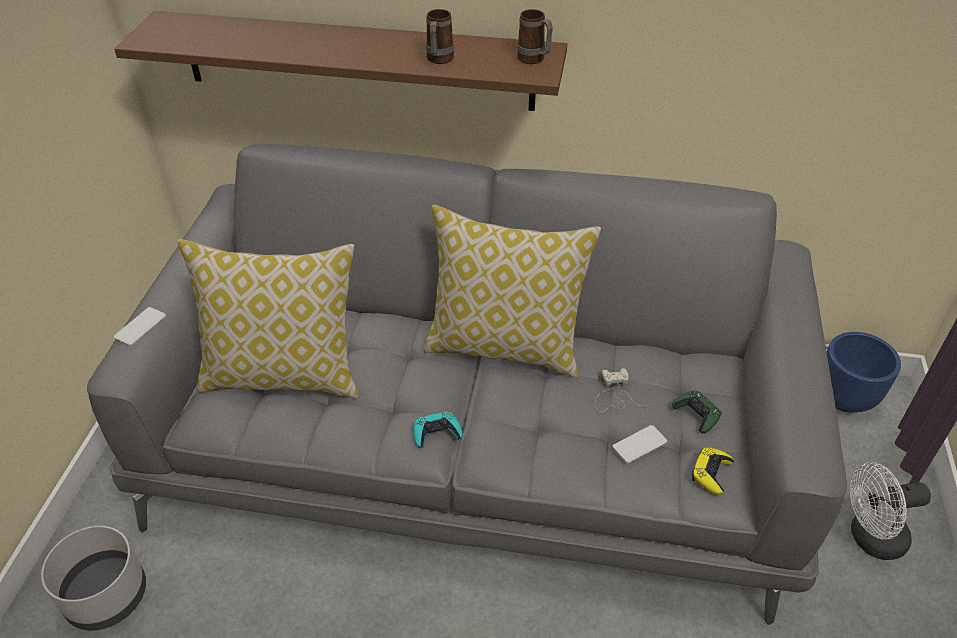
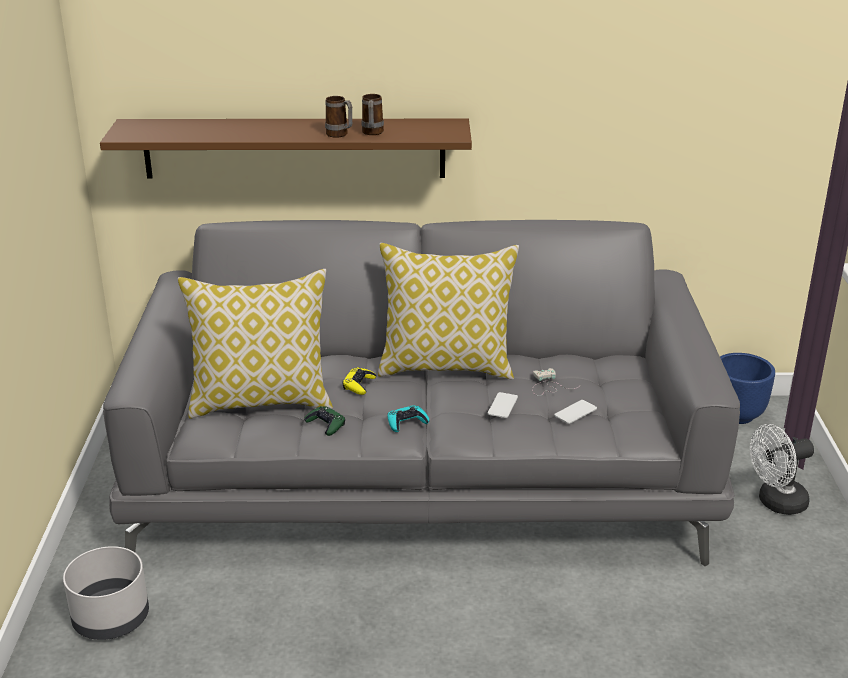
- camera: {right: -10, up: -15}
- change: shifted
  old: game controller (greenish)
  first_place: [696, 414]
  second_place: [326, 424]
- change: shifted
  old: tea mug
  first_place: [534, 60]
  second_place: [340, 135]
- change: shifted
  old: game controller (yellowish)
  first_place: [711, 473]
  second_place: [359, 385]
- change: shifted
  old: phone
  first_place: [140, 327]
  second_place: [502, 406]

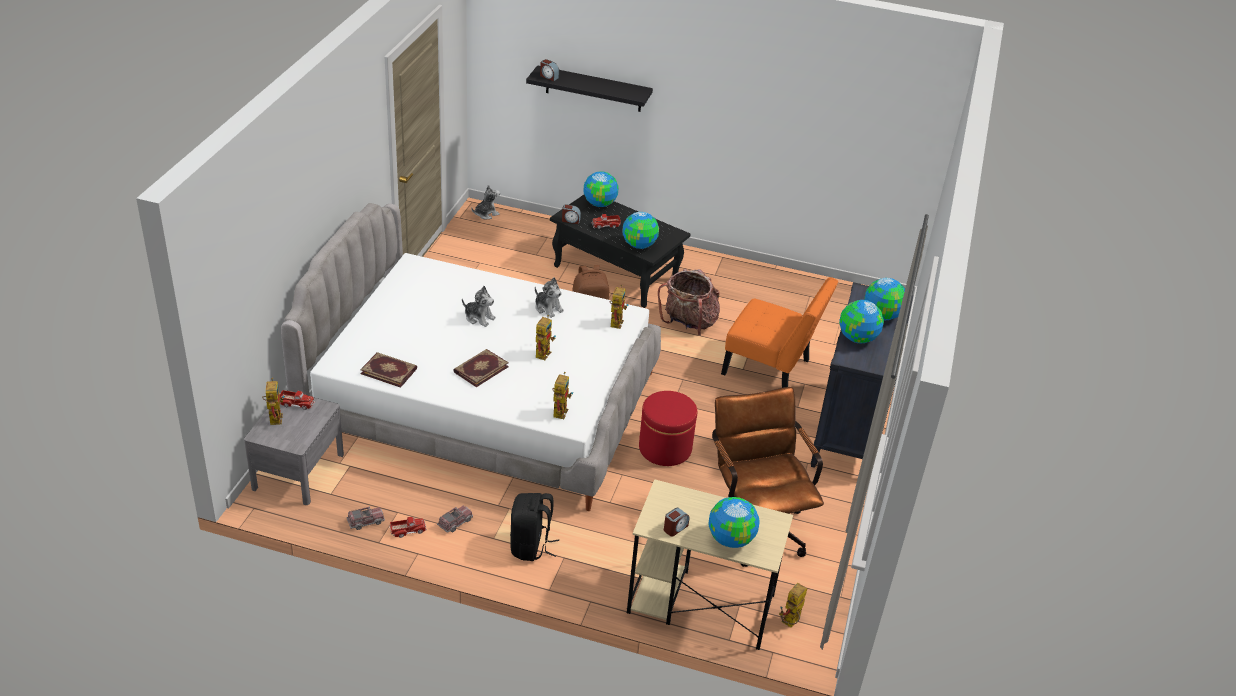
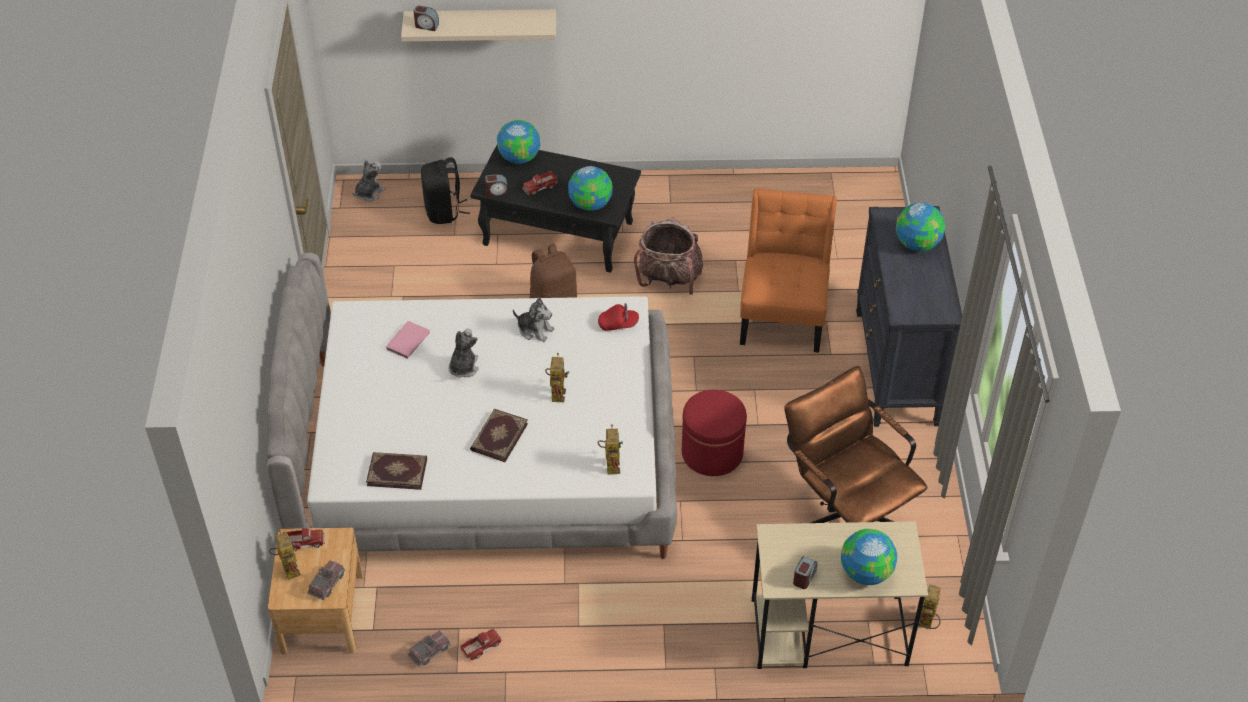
- camera: {right: -15, up: 10}
- change: repainted
  old: nightstand (grey)
  new: nightstand (brown-coloured)
  first_place: [298, 471]
  second_place: [322, 613]
- change: shifted
  old: model truck
  first_place: [455, 522]
  second_place: [327, 583]
- change: new
  new: book (pink-coloured)
  second_place: [406, 341]
- change: repainted
  old: bracket shelf (black-coloured)
  new: bracket shelf (beige-coloured)
  first_place: [593, 89]
  second_place: [480, 24]
- change: shifted
  old: rucksack (black-coloured)
  first_place: [531, 546]
  second_place: [444, 211]
- change: rotated
  old: soft toy
  first_place: [479, 318]
  second_place: [463, 367]
  degrees: -90
- change: swapped
  old: toy robot
  new: cap (red-coloured)
  first_place: [616, 321]
  second_place: [618, 324]
- change: rotated
  old: plain chair (orangey)
  first_place: [770, 369]
  second_place: [783, 314]
  degrees: -90
- change: gone
  old: desk globe
  first_place: [857, 338]

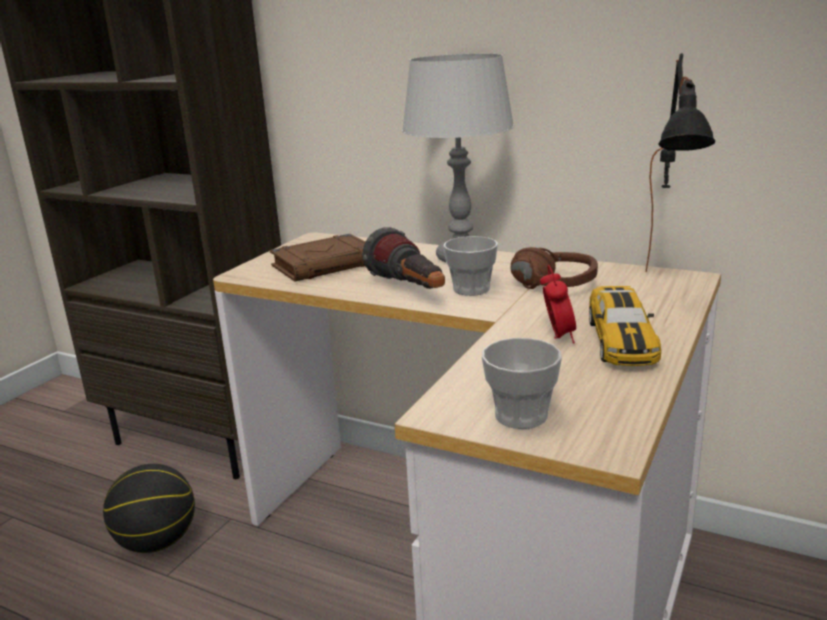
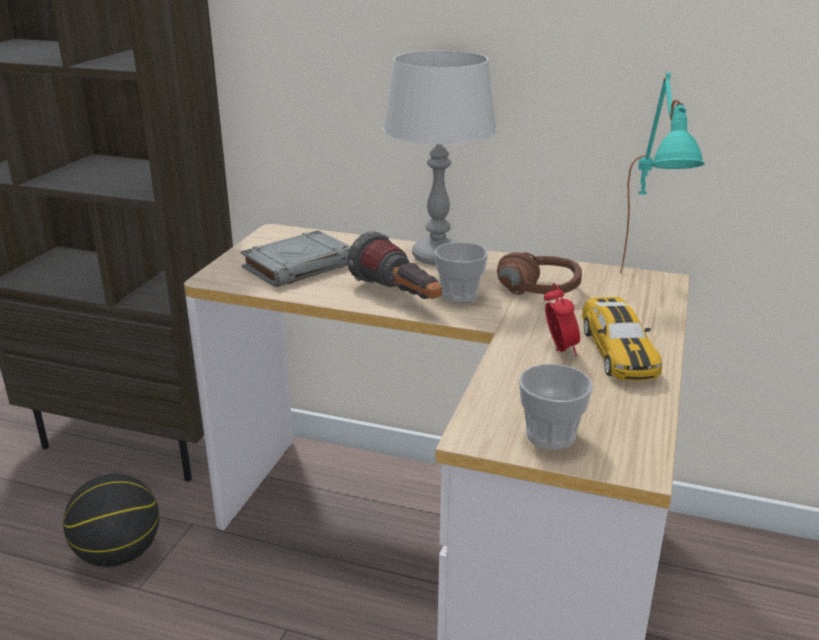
- camera: {right: -10, up: 5}
- change: repainted
  old: book (brown-coloured)
  new: book (grey)
  first_place: [325, 264]
  second_place: [299, 265]
- change: repainted
  old: lamp for a table (black-coloured)
  new: lamp for a table (turquoise-coloured)
  first_place: [667, 288]
  second_place: [645, 292]

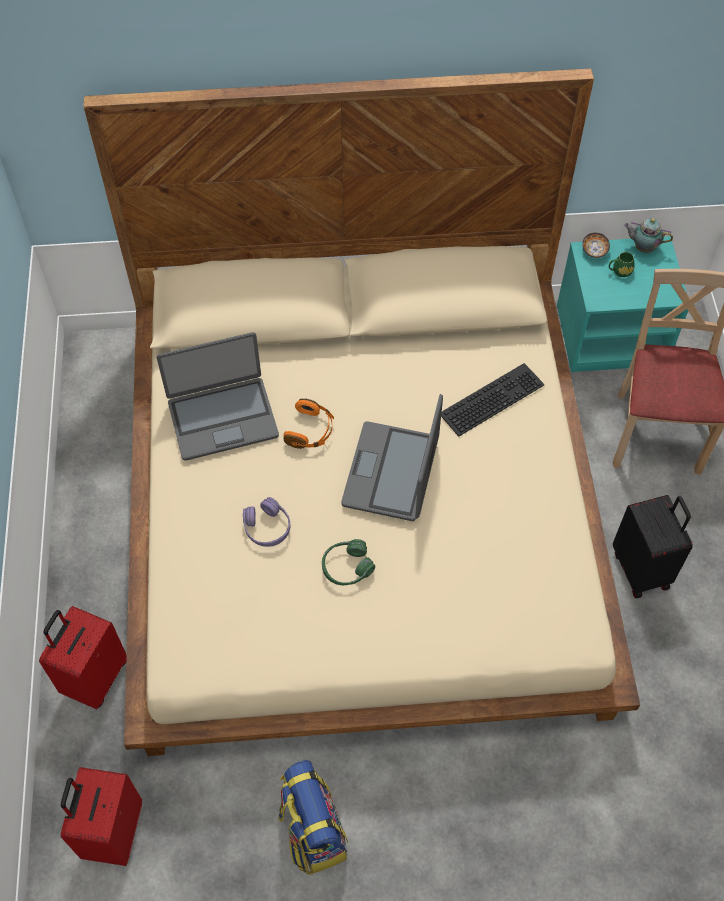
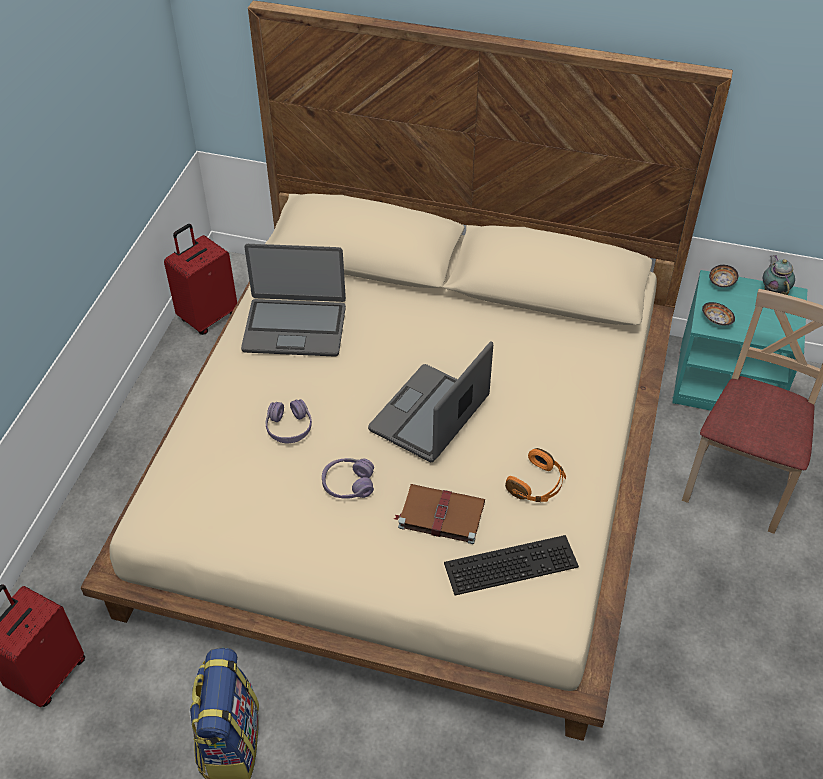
- camera: {right: 20, up: -10}
- change: shifted
  old: suitcase (red-coloured)
  first_place: [94, 677]
  second_place: [208, 316]
- change: repainted
  old: headset (greenish)
  new: headset (purple-coloured)
  first_place: [347, 567]
  second_place: [348, 484]
- change: new
  new: book (brown-coloured)
  second_place: [440, 515]
- change: shifted
  old: computer keyboard
  first_place: [491, 397]
  second_place: [511, 562]
- change: shifted
  old: headset (orangey)
  first_place: [310, 431]
  second_place: [537, 485]
- change: new
  new: bowl
  second_place: [716, 320]
- change: rotated
  old: tea pot
  first_place: [642, 247]
  second_place: [773, 291]
  degrees: 45
- change: gone
  old: tea mug (greenish)
  first_place: [619, 271]
- change: gone
  old: suitcase (black-coloured)
  first_place: [642, 569]

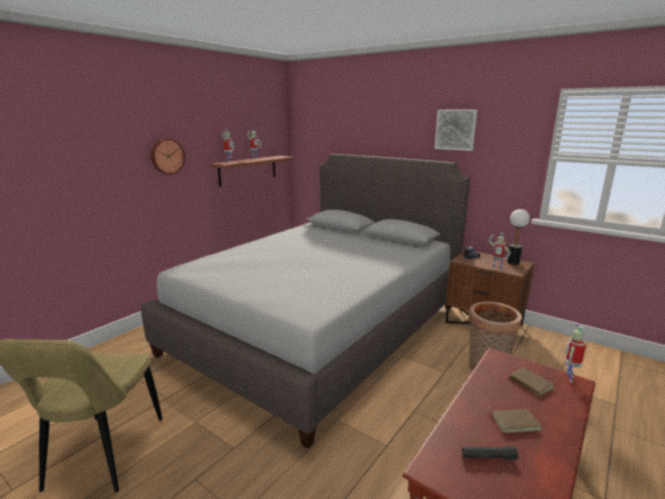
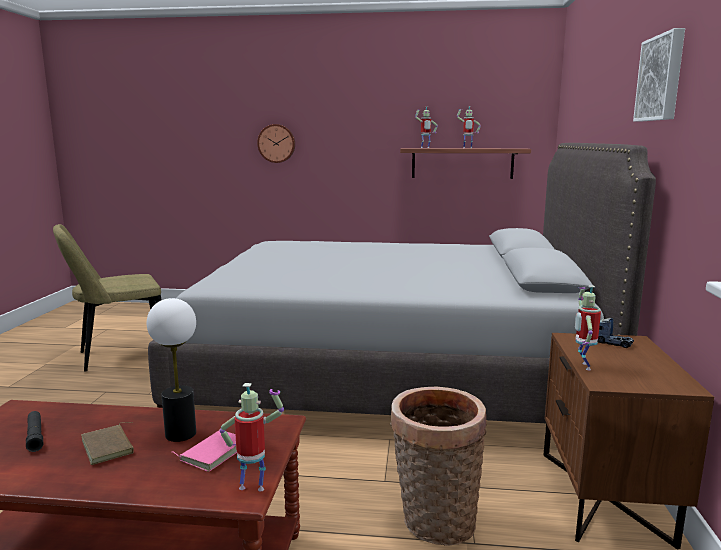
- camera: {right: 60, up: -5}
- change: shifted
  old: lamp for a table
  first_place: [513, 262]
  second_place: [180, 434]
- change: repainted
  old: book (brown-coloured)
  new: book (pink-coloured)
  first_place: [530, 383]
  second_place: [213, 452]
- change: shifted
  old: hanging clock
  first_place: [167, 156]
  second_place: [276, 143]

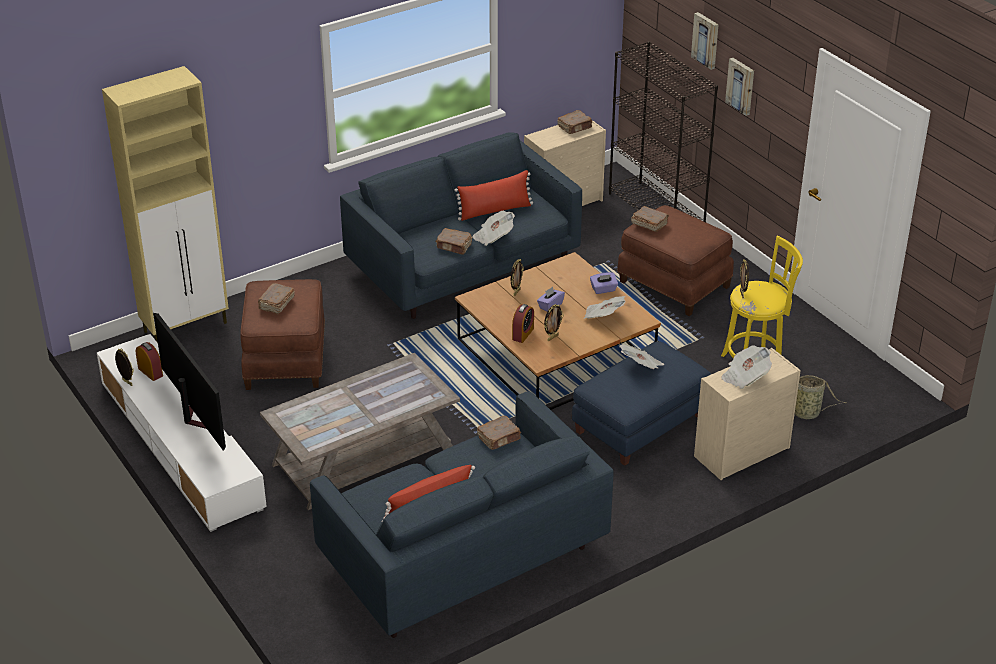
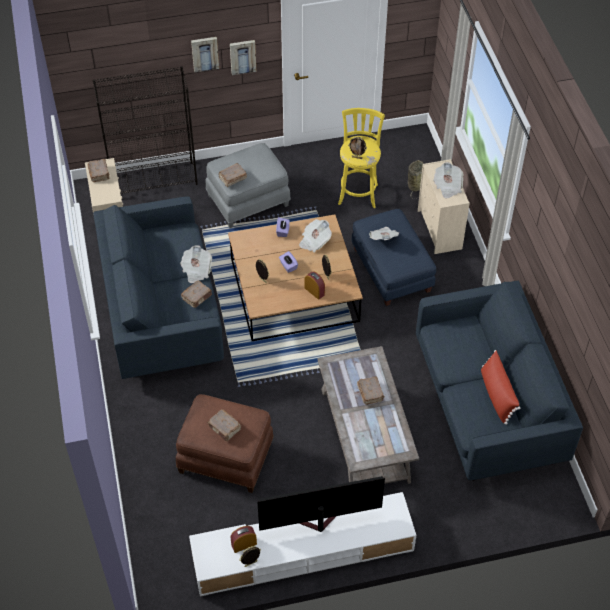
- camera: {right: -70, up: 15}
- change: repainted
  old: ottoman (brown-coloured)
  new: ottoman (grey)
  first_place: [673, 285]
  second_place: [248, 201]
- change: shifted
  old: wall picture
  first_place: [706, 40]
  second_place: [242, 56]
- change: shifted
  old: book (brown-coloured)
  first_place: [499, 438]
  second_place: [370, 393]
- change: gone
  old: storage cabinet (beige-coloured)
  first_place: [186, 327]
- change: gone
  old: pillow (red-coloured)
  first_place: [495, 211]

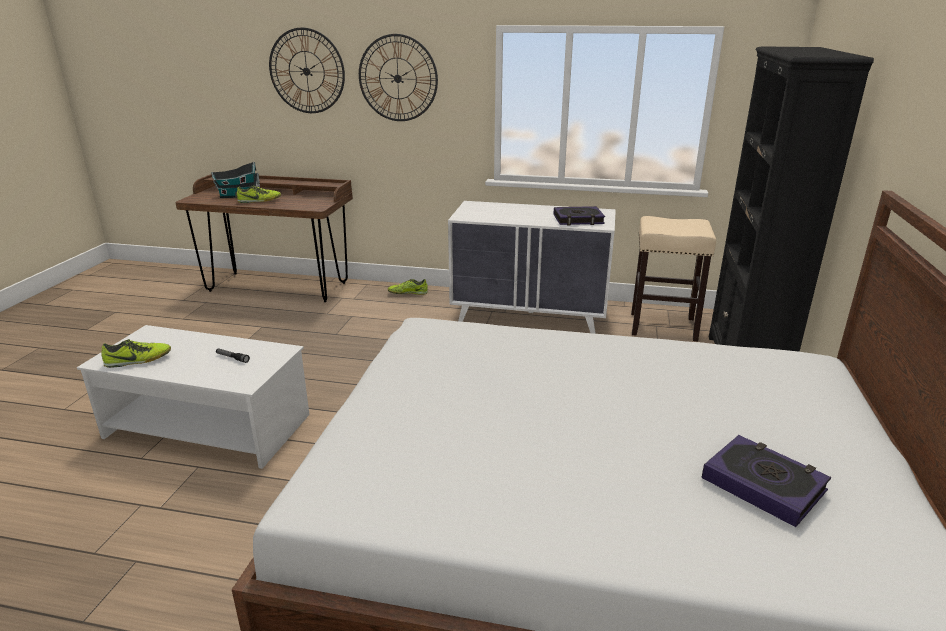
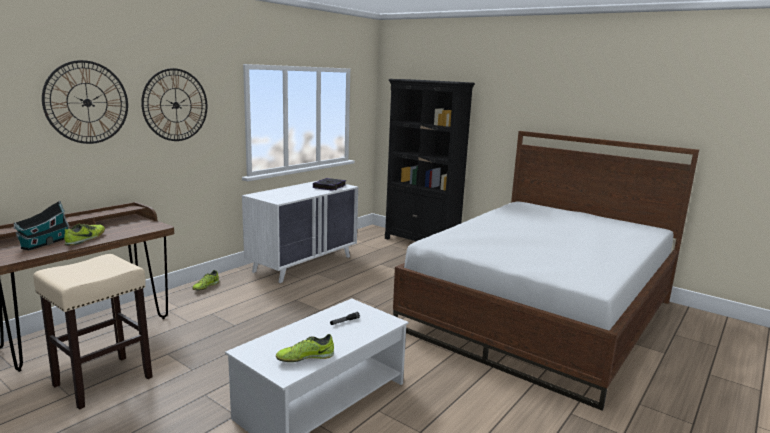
- camera: {right: -65, up: -10}
- change: shifted
  old: stool (beige-coloured)
  first_place: [662, 326]
  second_place: [102, 382]
- change: rotated
  old: shoe
  first_place: [138, 360]
  second_place: [305, 358]
  degrees: -120
- change: gone
  old: book
  first_place: [763, 484]

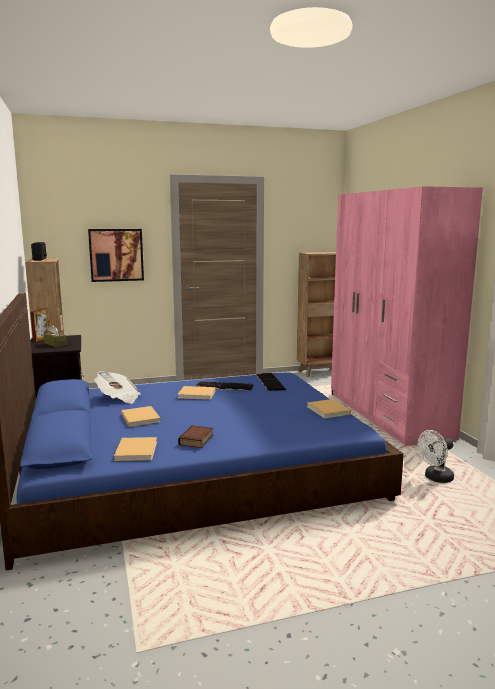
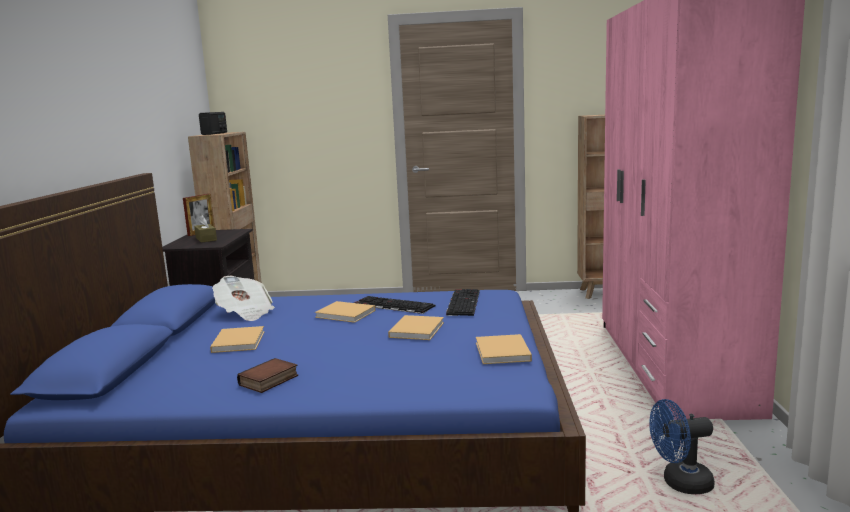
- camera: {right: 20, up: 0}
- change: shifted
  old: book (beige-coloured)
  first_place: [136, 450]
  second_place: [417, 329]
- change: repainted
  old: fan (whitish)
  new: fan (blue-coloured)
  first_place: [435, 478]
  second_place: [680, 484]
- change: gone
  old: wall picture
  first_place: [116, 255]

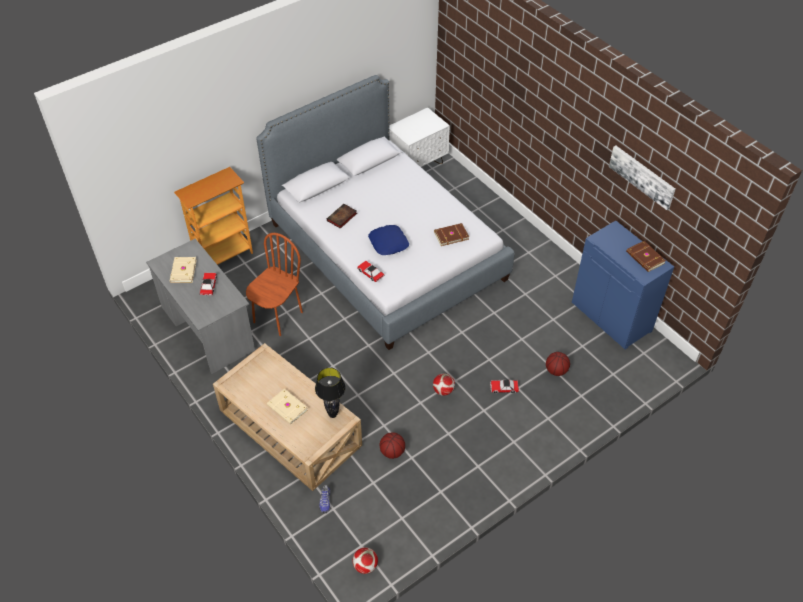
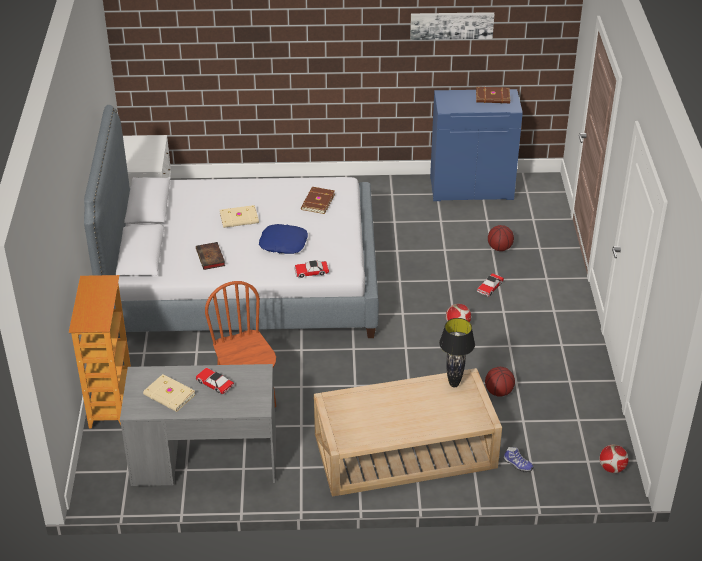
- camera: {right: -55, up: -10}
- change: shifted
  old: book (beige-coloured)
  first_place: [287, 408]
  second_place: [239, 219]

